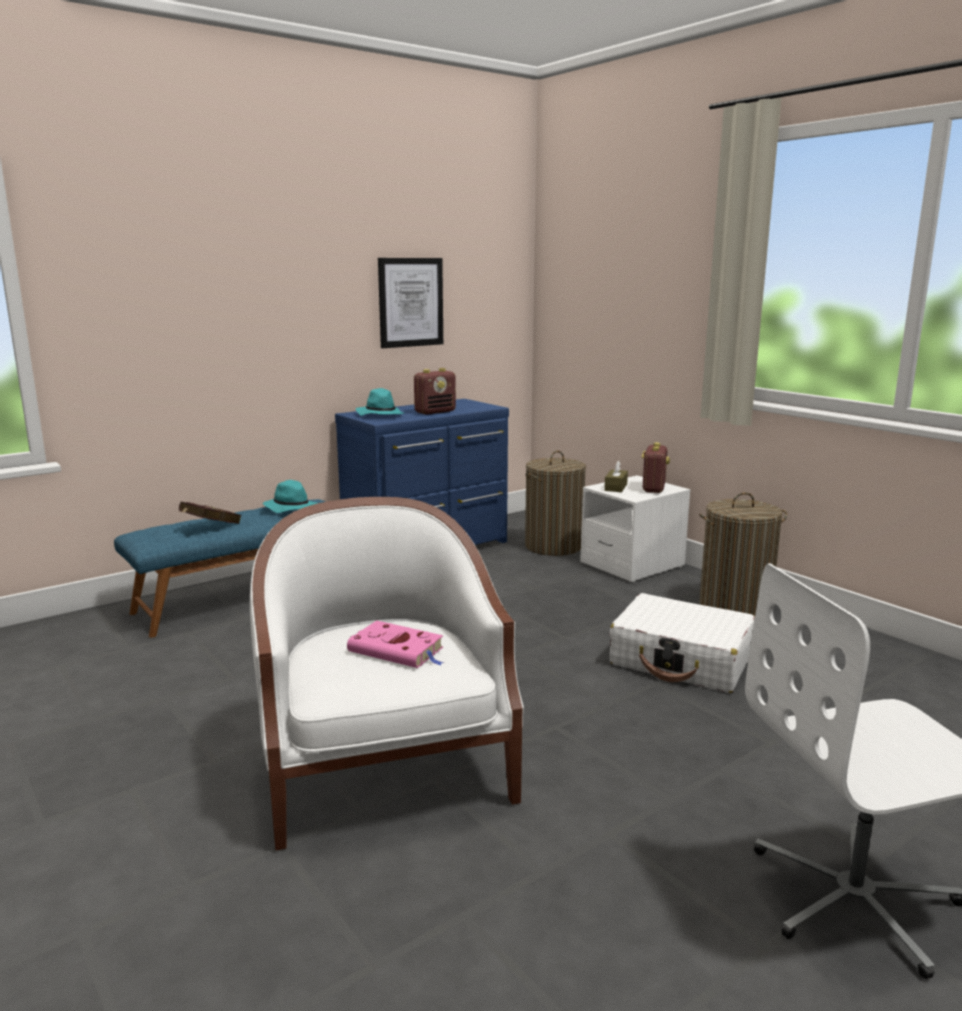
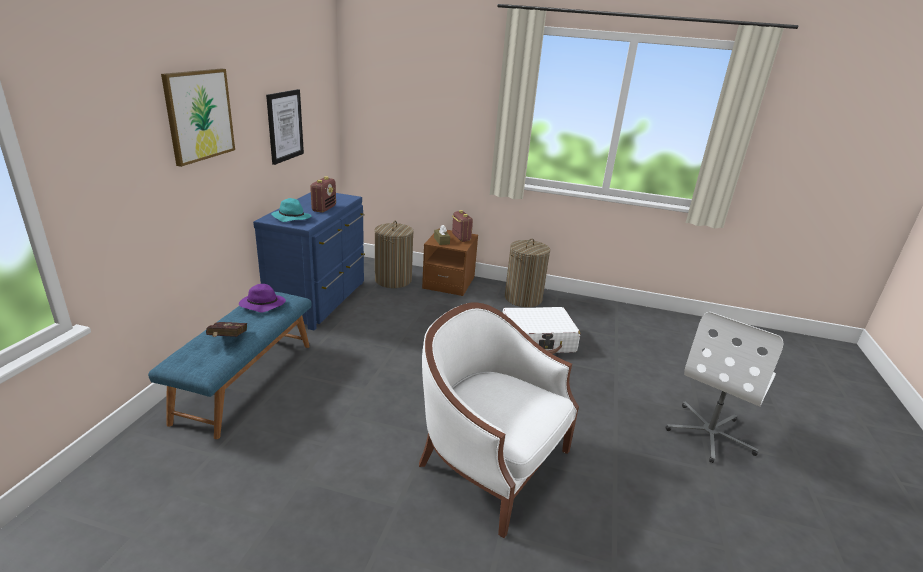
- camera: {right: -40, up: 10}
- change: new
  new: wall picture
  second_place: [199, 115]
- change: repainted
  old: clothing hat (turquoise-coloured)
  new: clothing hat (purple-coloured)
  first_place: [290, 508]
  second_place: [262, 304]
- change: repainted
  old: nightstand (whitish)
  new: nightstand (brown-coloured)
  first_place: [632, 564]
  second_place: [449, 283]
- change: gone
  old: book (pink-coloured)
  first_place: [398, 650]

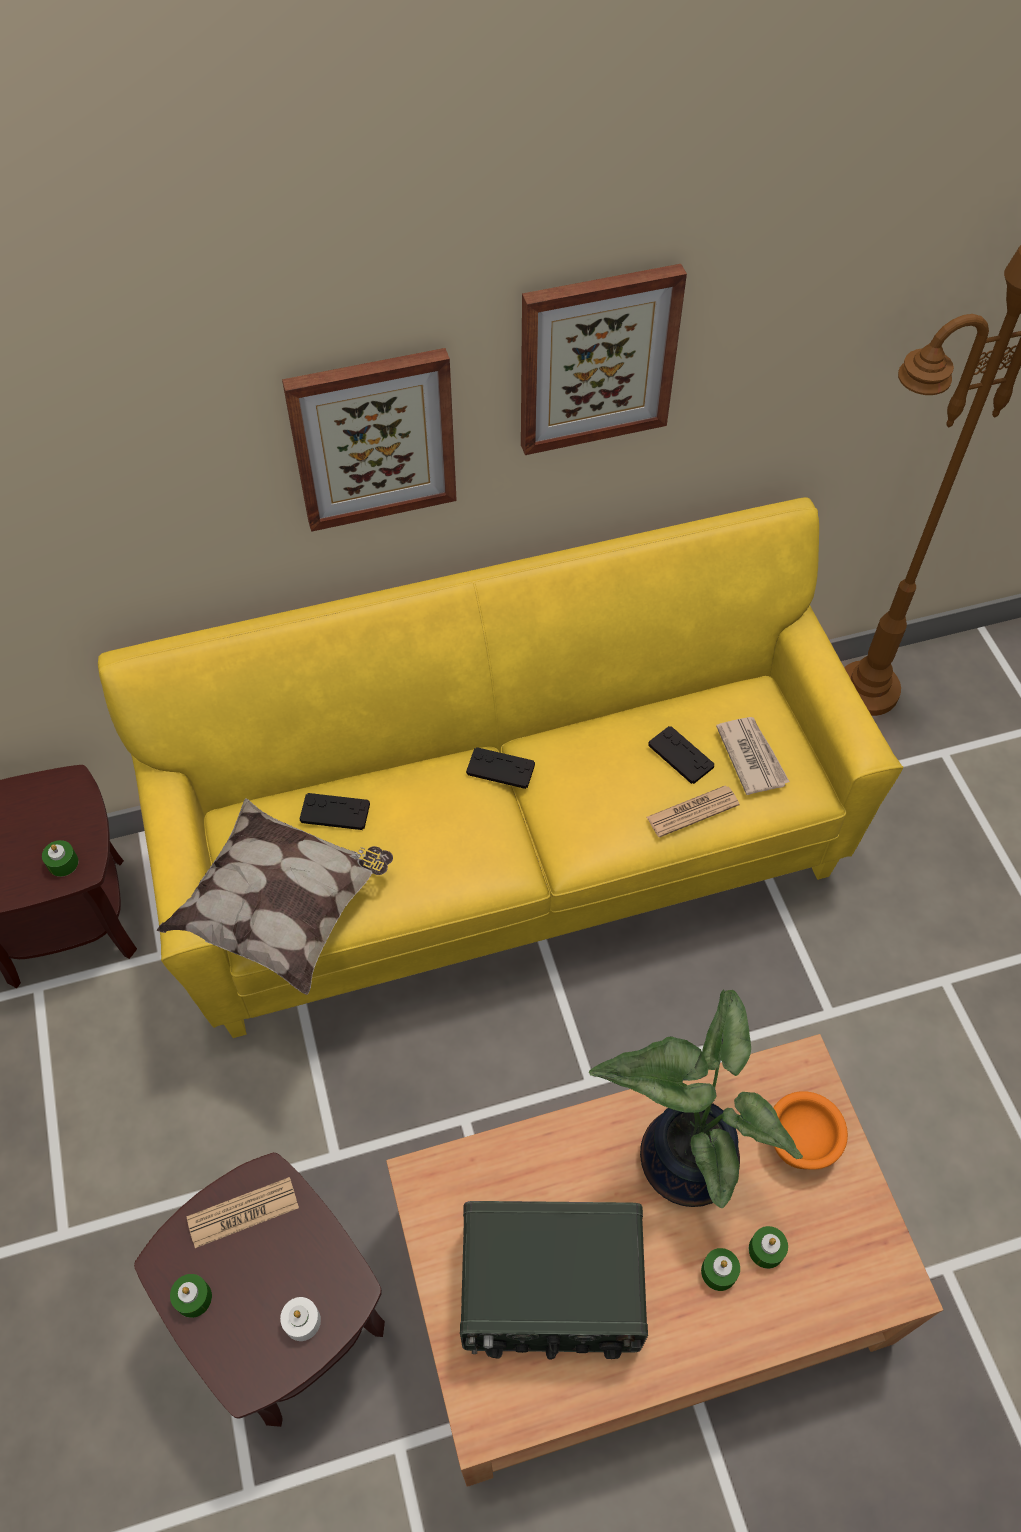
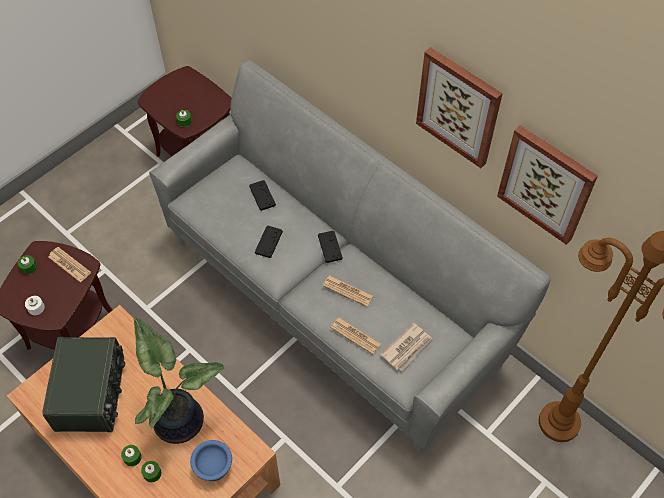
- camera: {right: 60, up: 0}
- change: rotated
  old: radio receiver
  first_place: [551, 1291]
  second_place: [92, 394]
  degrees: -150
- change: repainted
  old: couch (yellowish)
  new: couch (grey)
  first_place: [509, 858]
  second_place: [332, 300]
- change: repainted
  old: bowl (orangey)
  new: bowl (blue-coloured)
  first_place: [802, 1139]
  second_place: [214, 467]
- change: shifted
  old: game controller (black-coloured)
  first_place: [680, 755]
  second_place: [268, 242]
- change: new
  new: printed paper
  second_place: [347, 291]
- change: shifted
  old: wall picture
  first_place: [373, 438]
  second_place: [546, 184]
- change: gone
  old: pillow
  first_place: [284, 910]

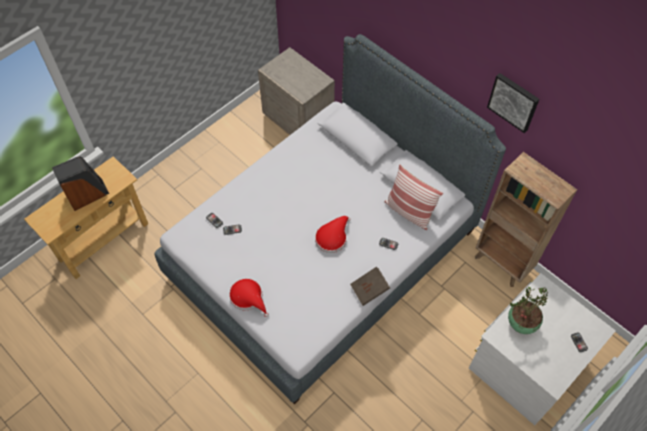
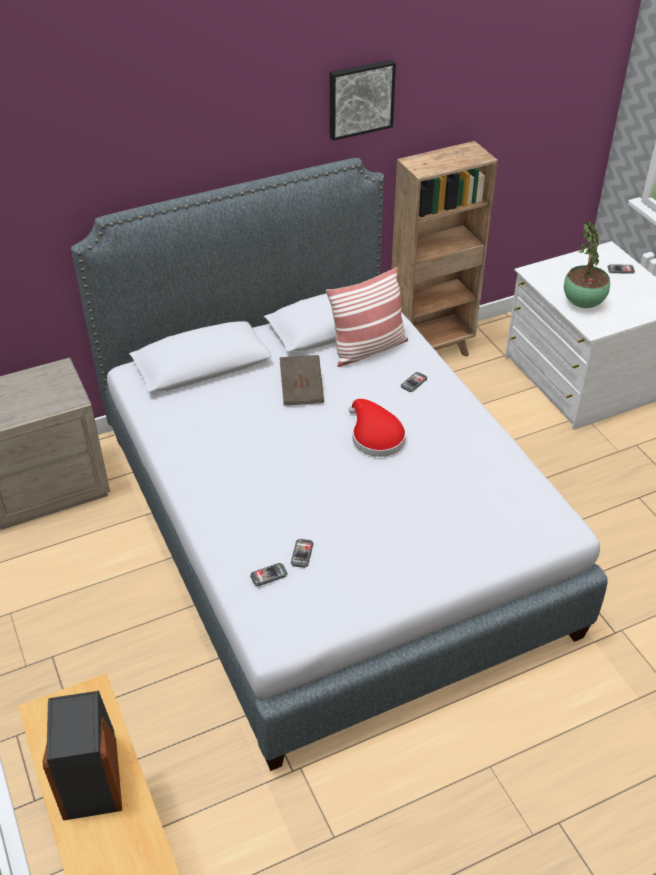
- camera: {right: -70, up: -15}
- change: shifted
  old: book (brown-coloured)
  first_place: [369, 290]
  second_place: [301, 390]
- change: gone
  old: clothing hat (red-coloured)
  first_place: [248, 298]

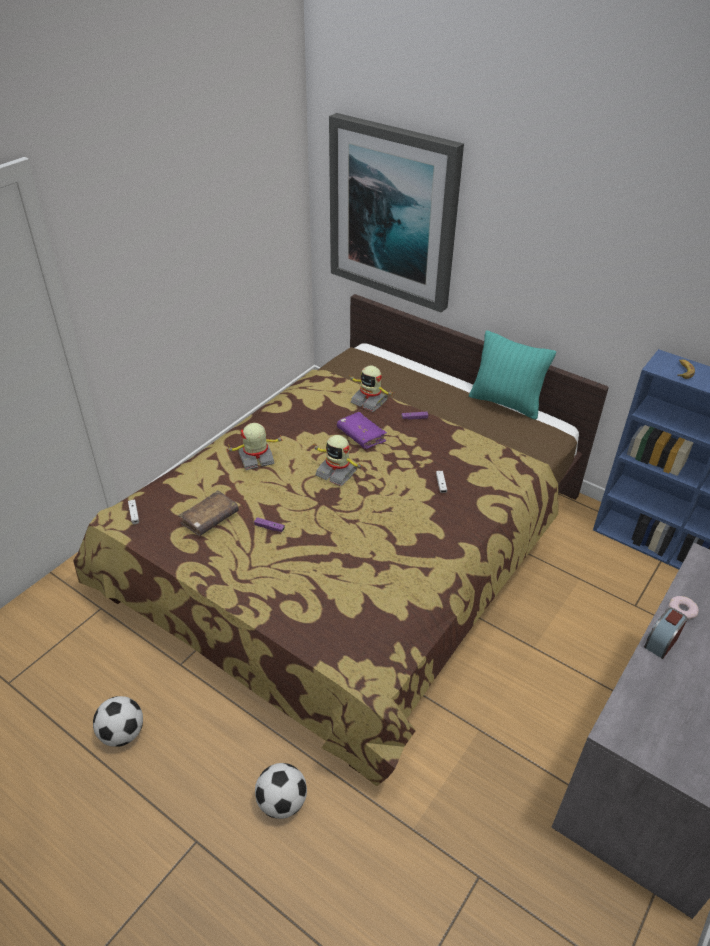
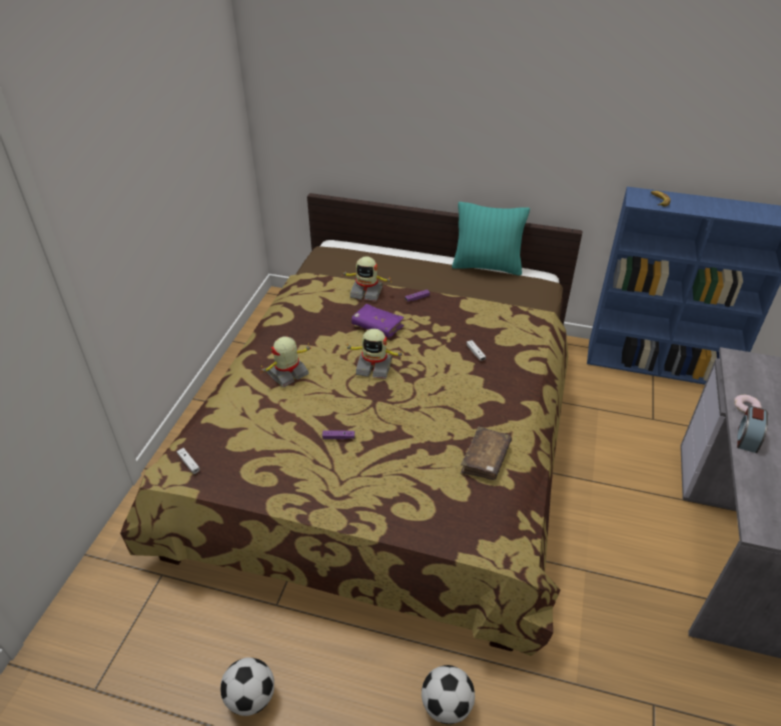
- camera: {right: -20, up: 0}
- change: shifted
  old: book (brown-coloured)
  first_place: [210, 519]
  second_place: [485, 459]
- change: gone
  old: wall picture
  first_place: [393, 213]

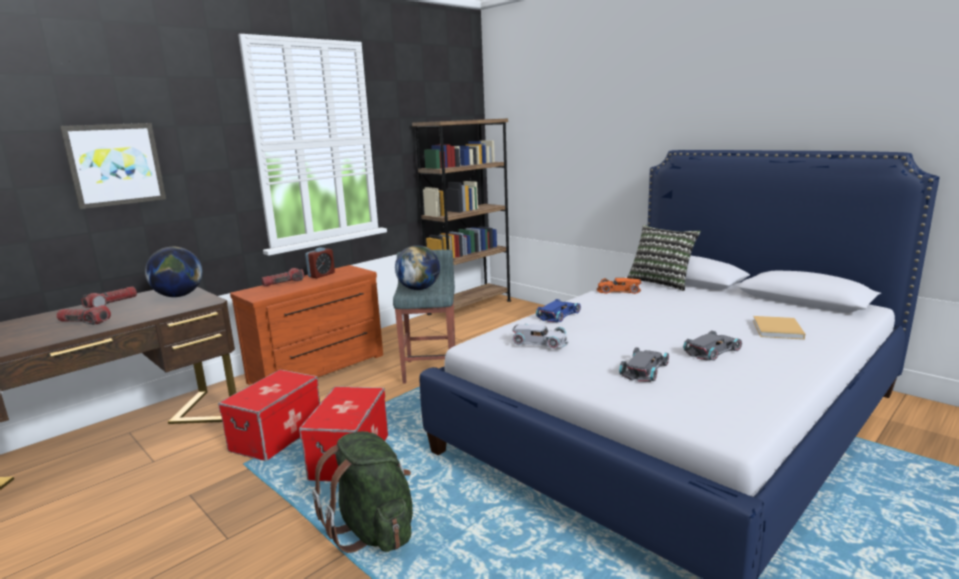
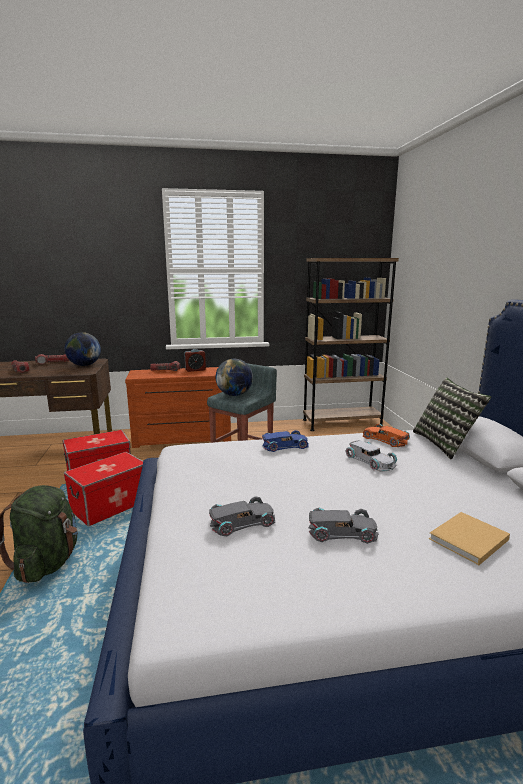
- camera: {right: 35, up: 0}
- change: shifted
  old: miniature car (whitish)
  first_place: [540, 342]
  second_place: [370, 461]
- change: gone
  old: wall picture
  first_place: [115, 164]

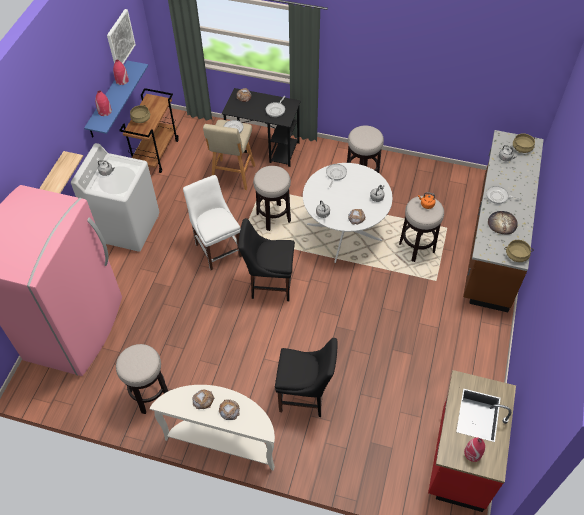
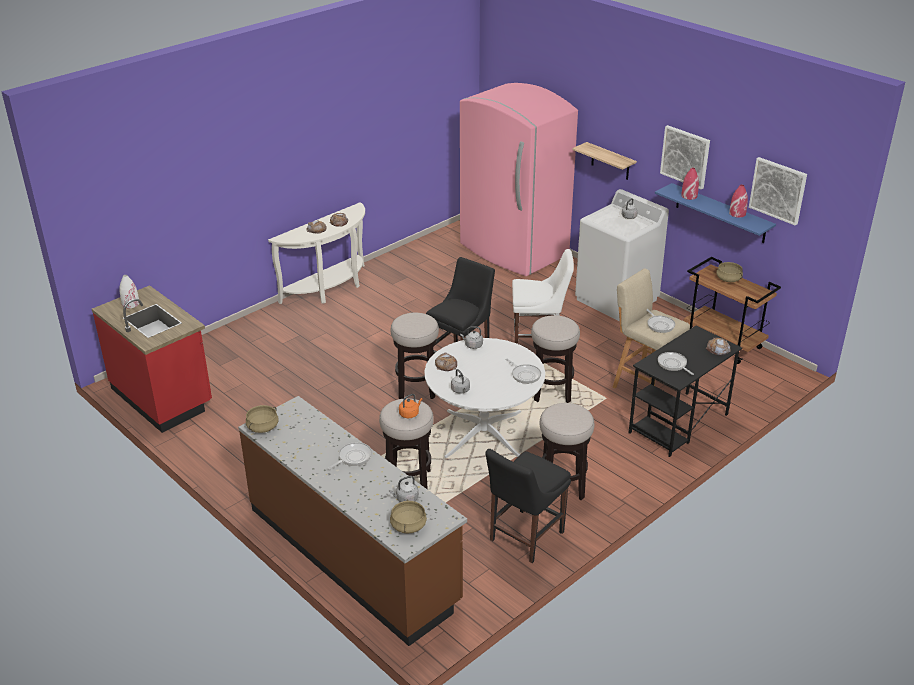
- camera: {right: 120, up: -20}
- change: repainted
  old: vase (red-coloured)
  new: vase (whitish)
  first_place: [473, 453]
  second_place: [130, 304]
- change: shifted
  old: stool
  first_place: [149, 394]
  second_place: [416, 389]
- change: shifted
  old: plain chair (black-coloured)
  first_place: [305, 397]
  second_place: [524, 538]
- change: new
  new: wall picture
  second_place: [685, 156]
- change: gone
  old: baked bread
  first_place: [502, 223]

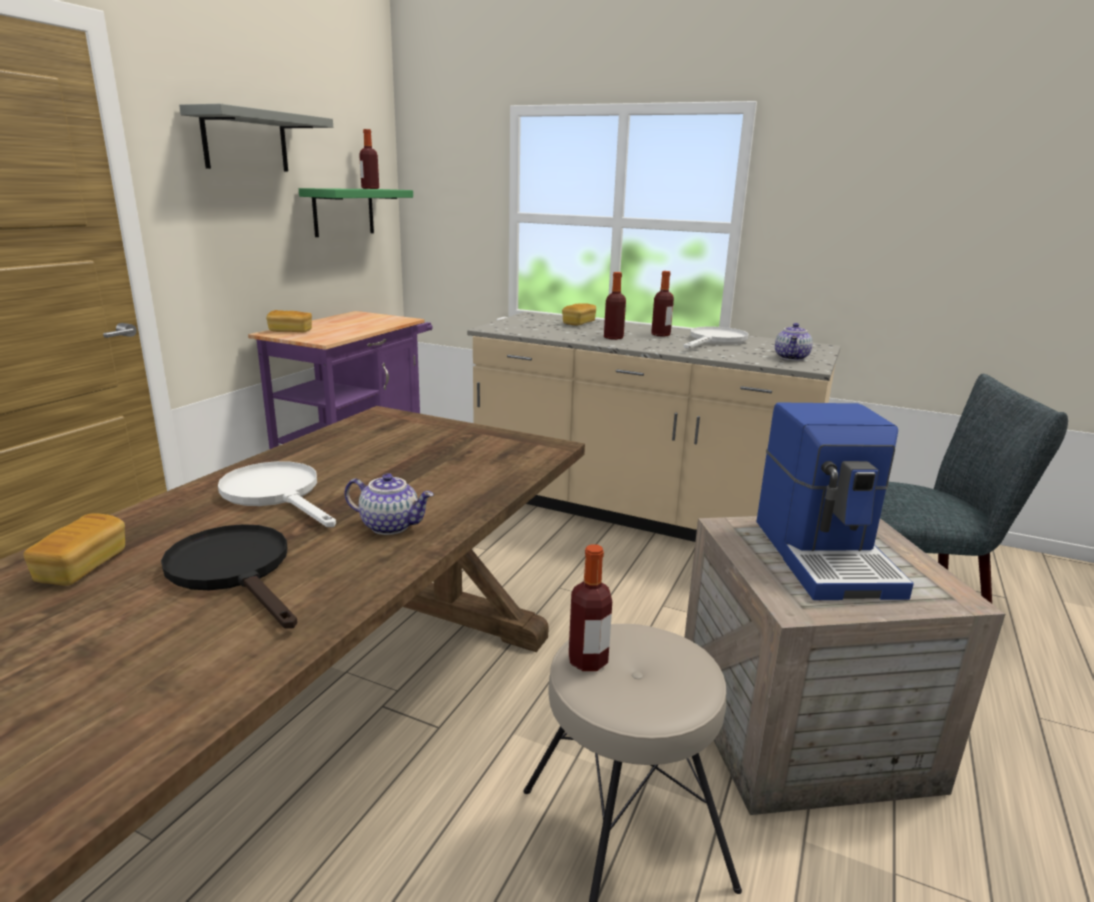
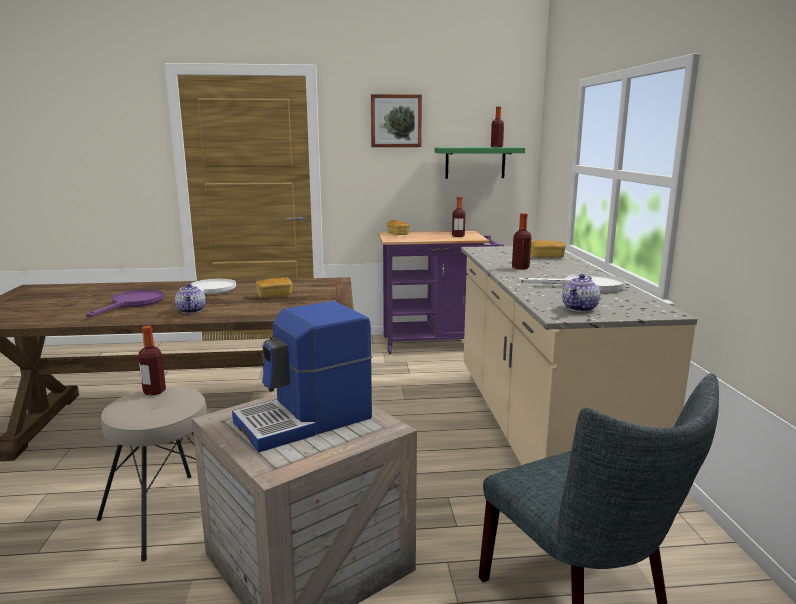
- camera: {right: 60, up: -5}
- change: repainted
  old: pan (black-coloured)
  new: pan (purple-coloured)
  first_place: [235, 571]
  second_place: [133, 303]
- change: shifted
  old: baked bread
  first_place: [82, 567]
  second_place: [274, 295]
- change: swapped
  old: bracket shelf (grey)
  new: wall picture
  first_place: [245, 141]
  second_place: [396, 121]
- change: shifted
  old: drink bottle
  first_place: [660, 334]
  second_place: [458, 236]
- change: rotated
  old: tea pot
  first_place: [792, 358]
  second_place: [580, 309]
  degrees: -45

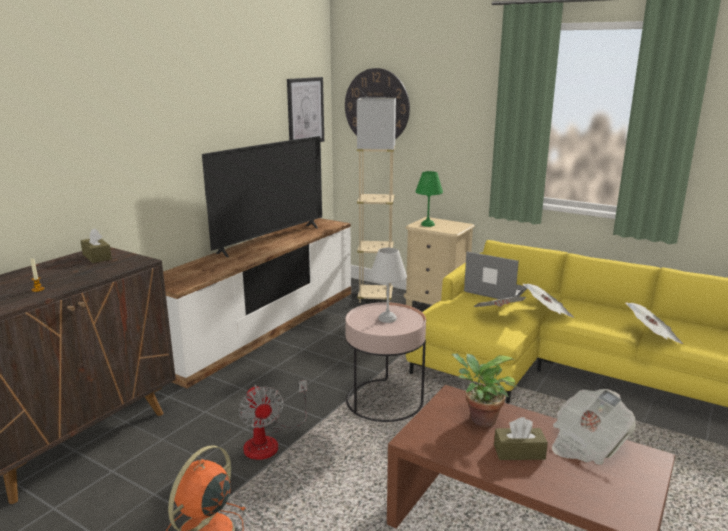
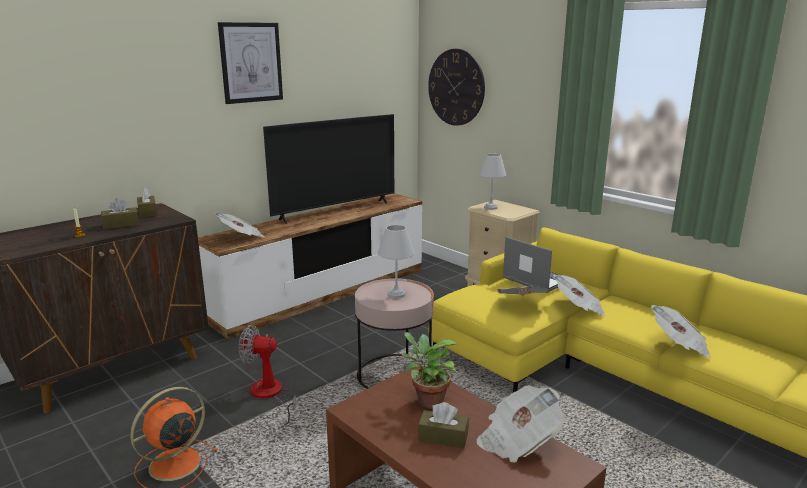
- camera: {right: 15, up: 0}
- change: new
  new: tissue box (brown-coloured)
  second_place: [121, 224]
- change: new
  new: printed paper
  second_place: [241, 237]
- change: shifted
  old: wall picture
  first_place: [305, 111]
  second_place: [251, 62]
- change: rotated
  old: fan
  first_place: [269, 441]
  second_place: [270, 395]
  degrees: 105
- change: repainted
  old: lamp for a table (greenish)
  new: lamp for a table (whitish)
  first_place: [427, 225]
  second_place: [490, 207]
- change: gone
  old: floor lamp (beige-coloured)
  first_place: [375, 297]

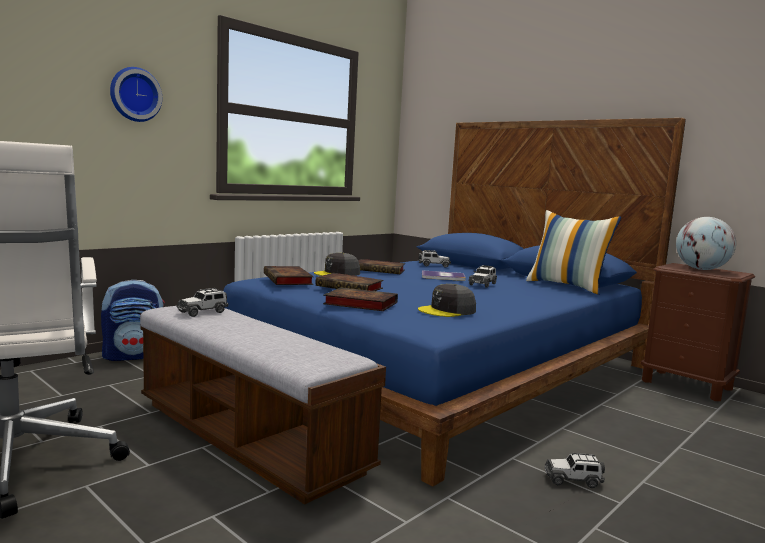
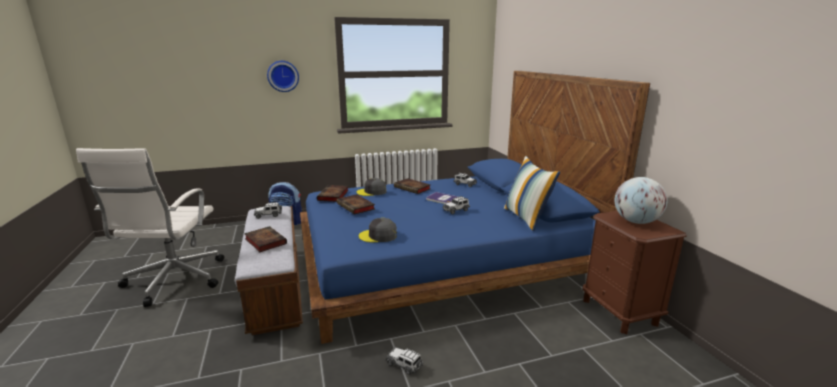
- camera: {right: 30, up: 10}
- change: shifted
  old: book
  first_place: [358, 304]
  second_place: [264, 241]

